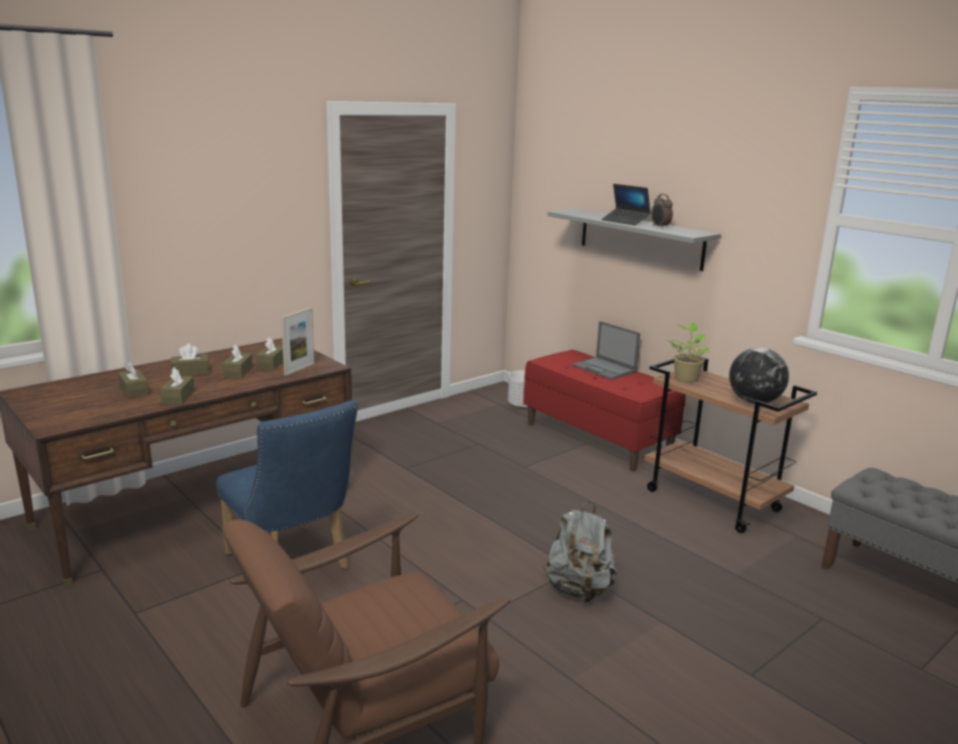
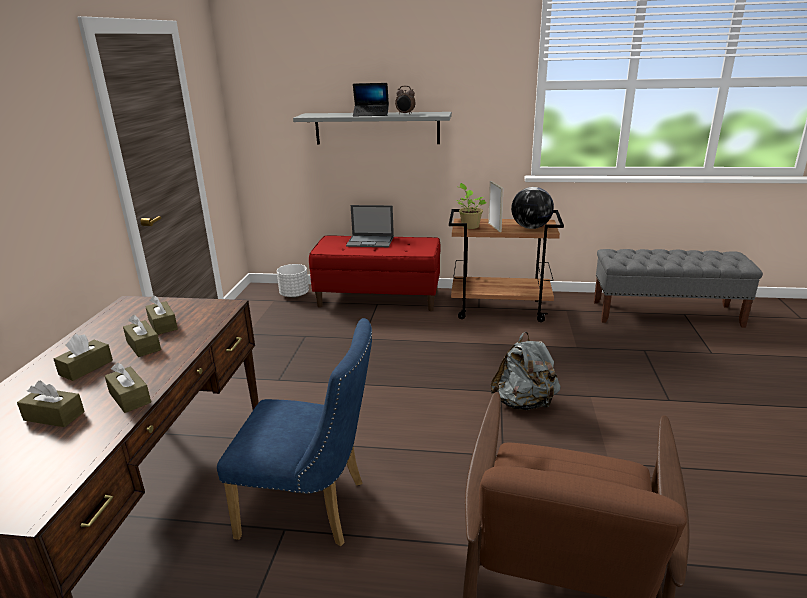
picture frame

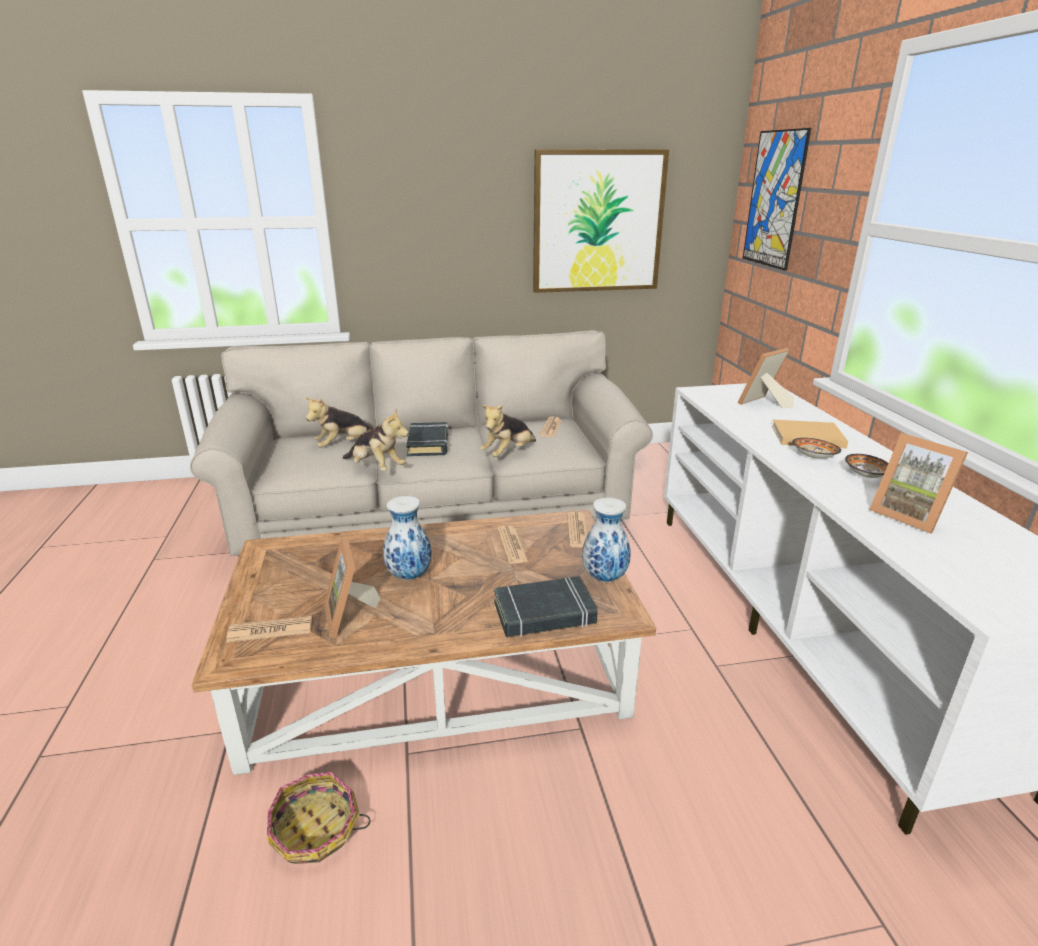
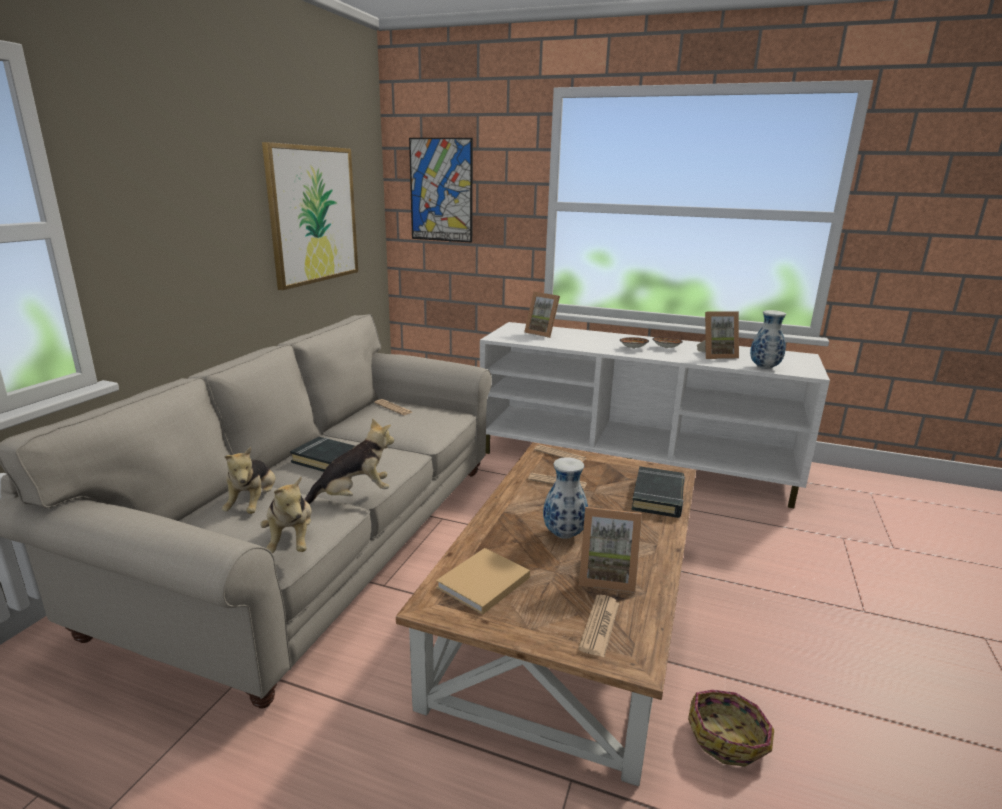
plush toy (no. 2 from left); beige book; picture frame (no. 1 from left); vase (no. 2 from left)

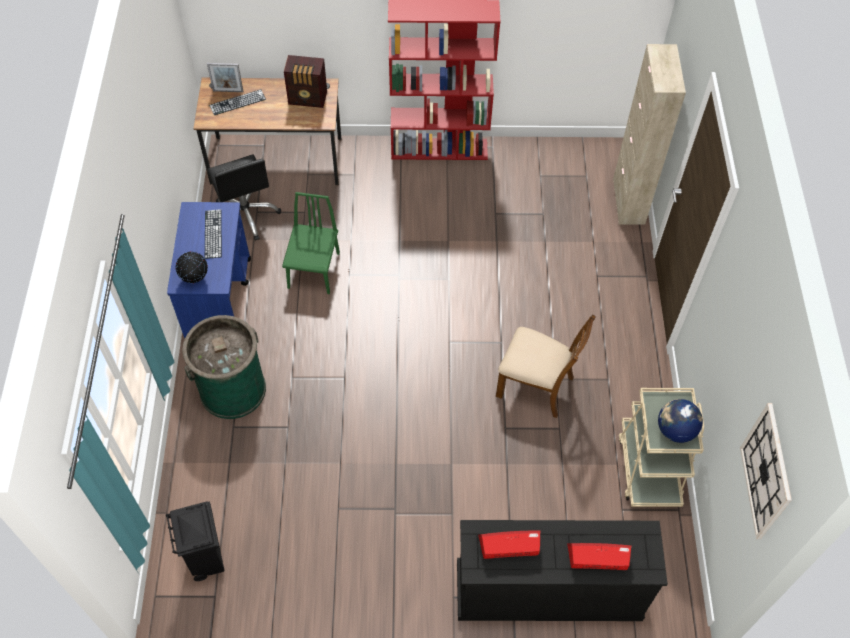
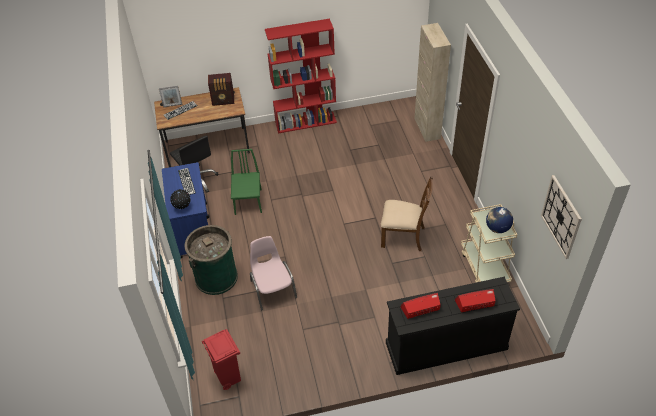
red trash can; pink chair

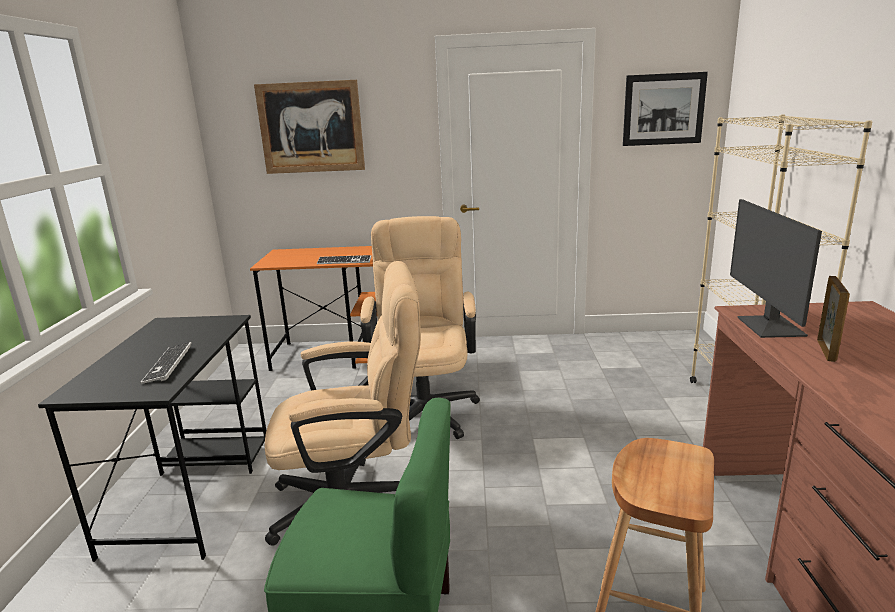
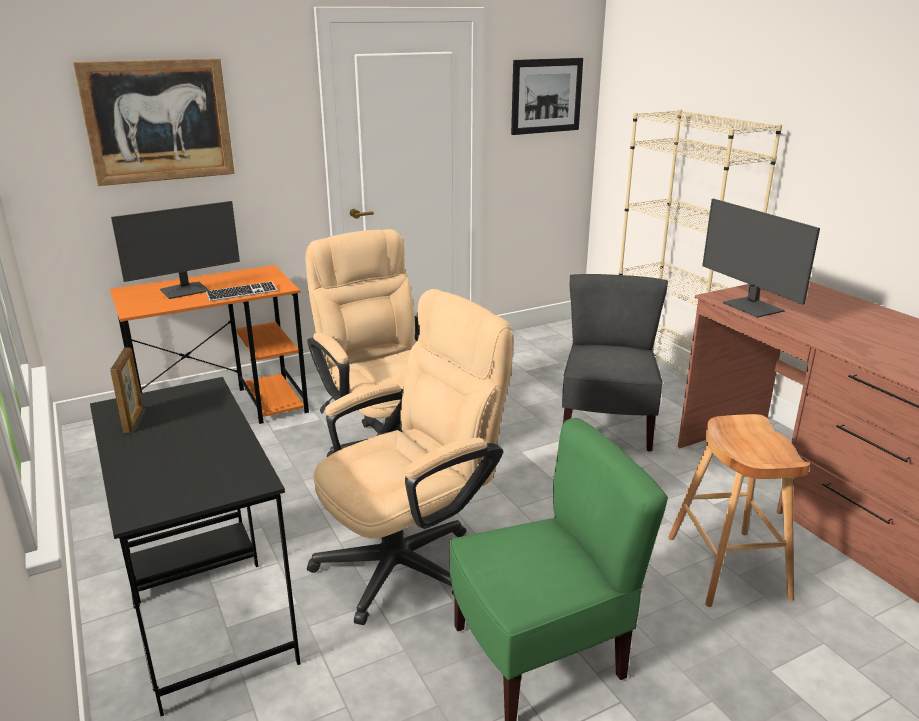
picture frame; monitor (no. 1 from left); grey chair; keyboard (no. 1 from left in the first image)

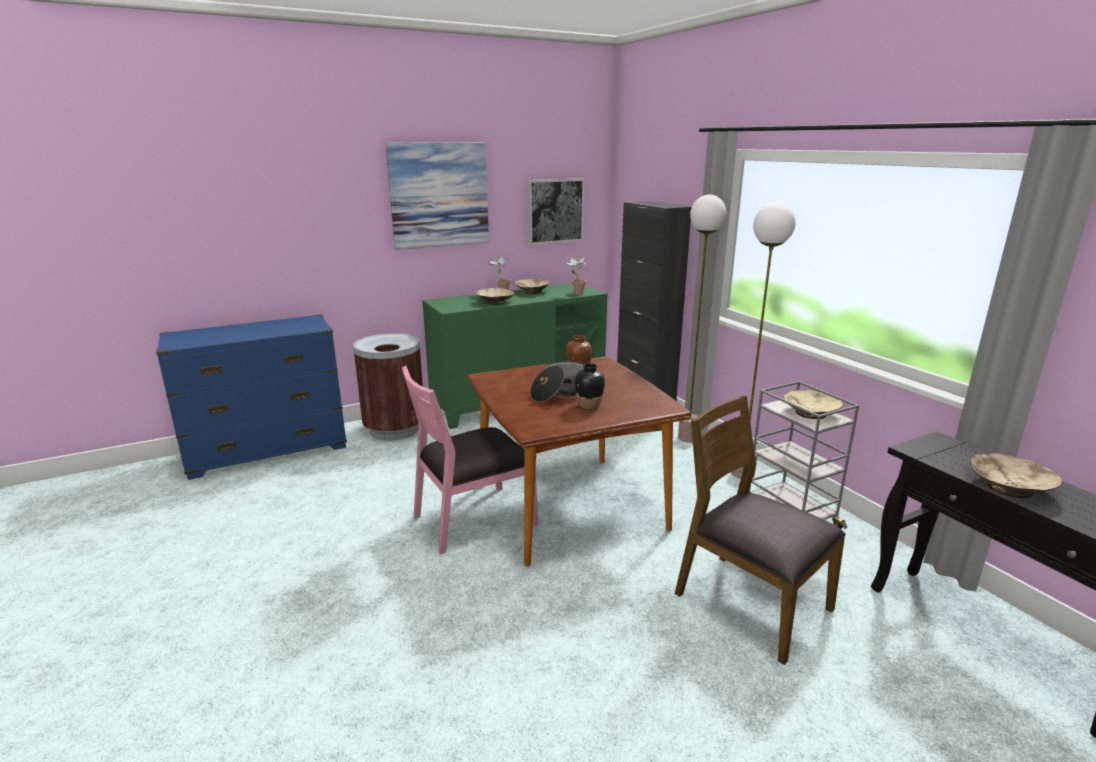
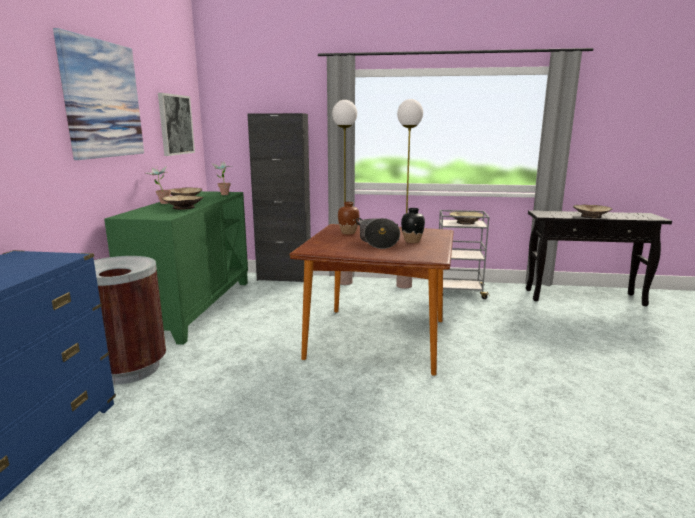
pink chair; brown chair

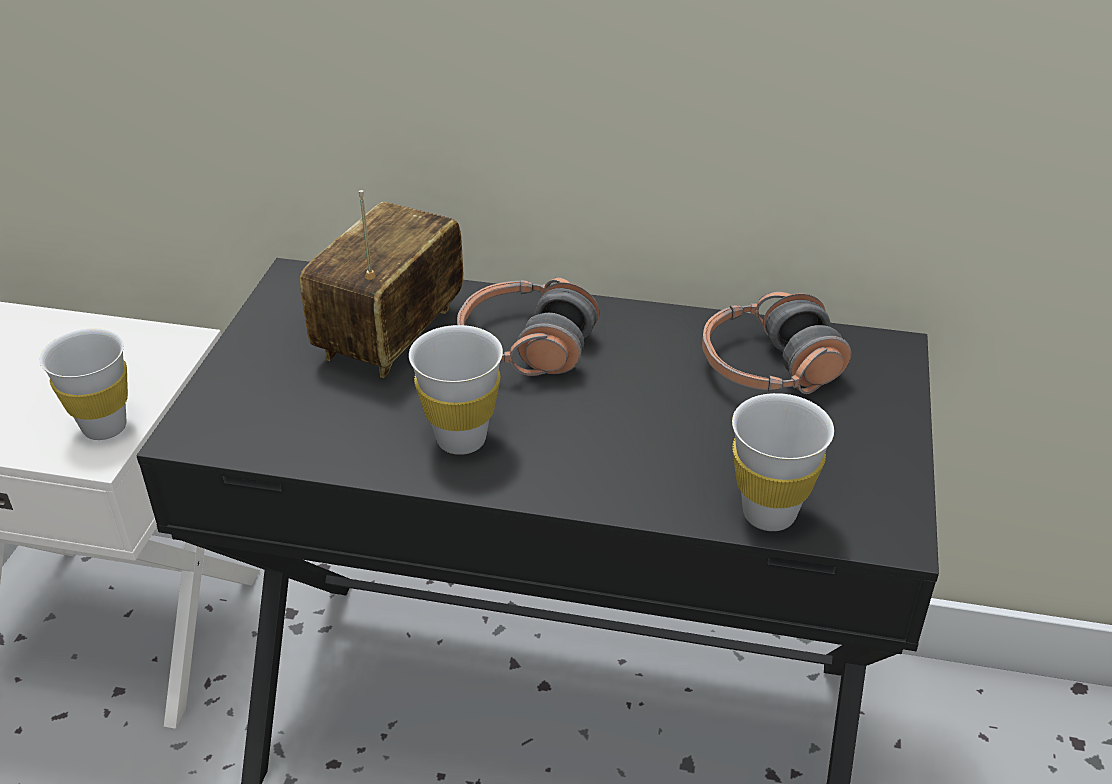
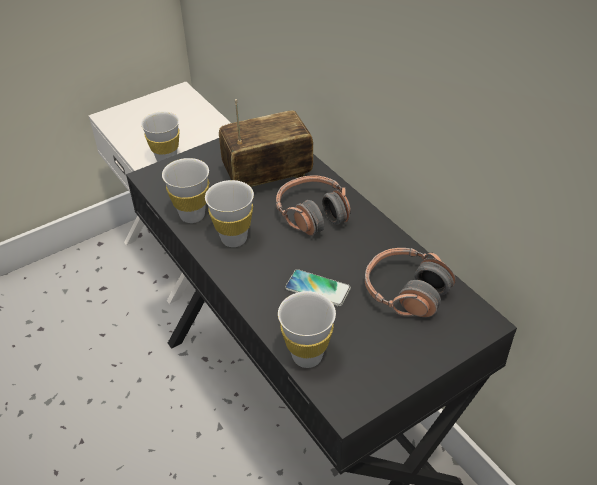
white cup (no. 2 from left); phone

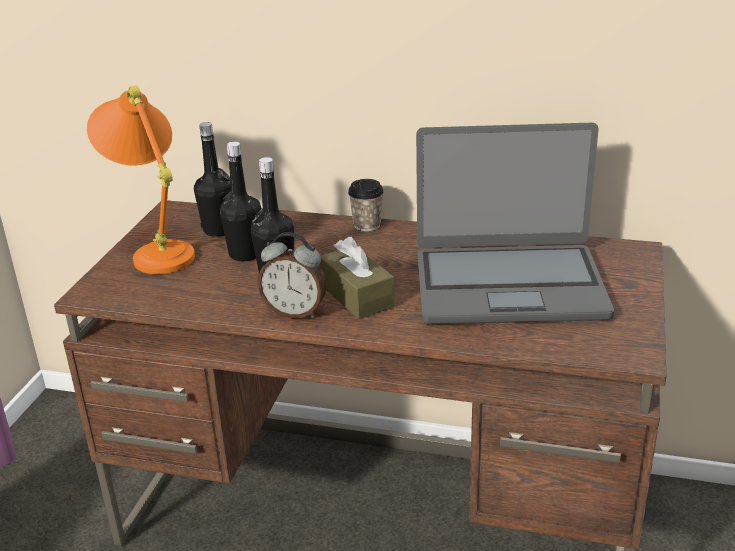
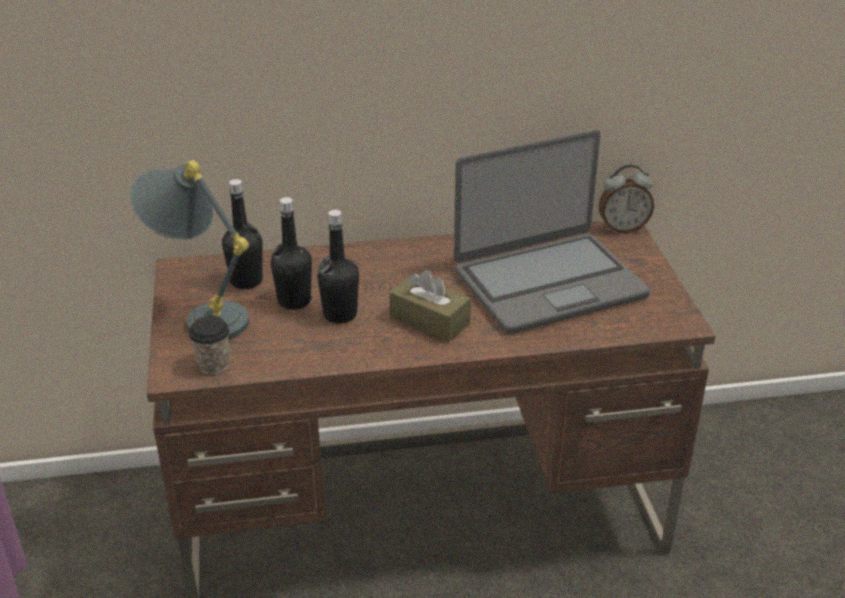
grey table lamp; cup; alarm clock

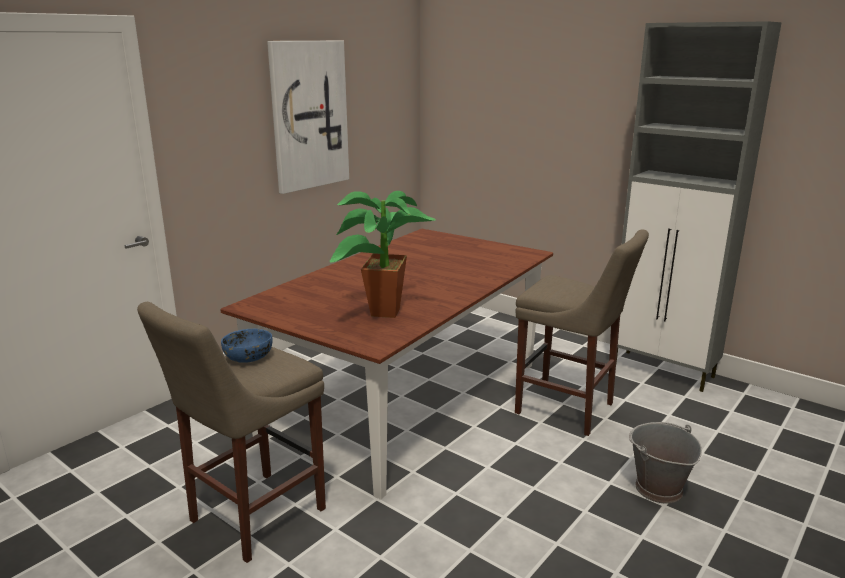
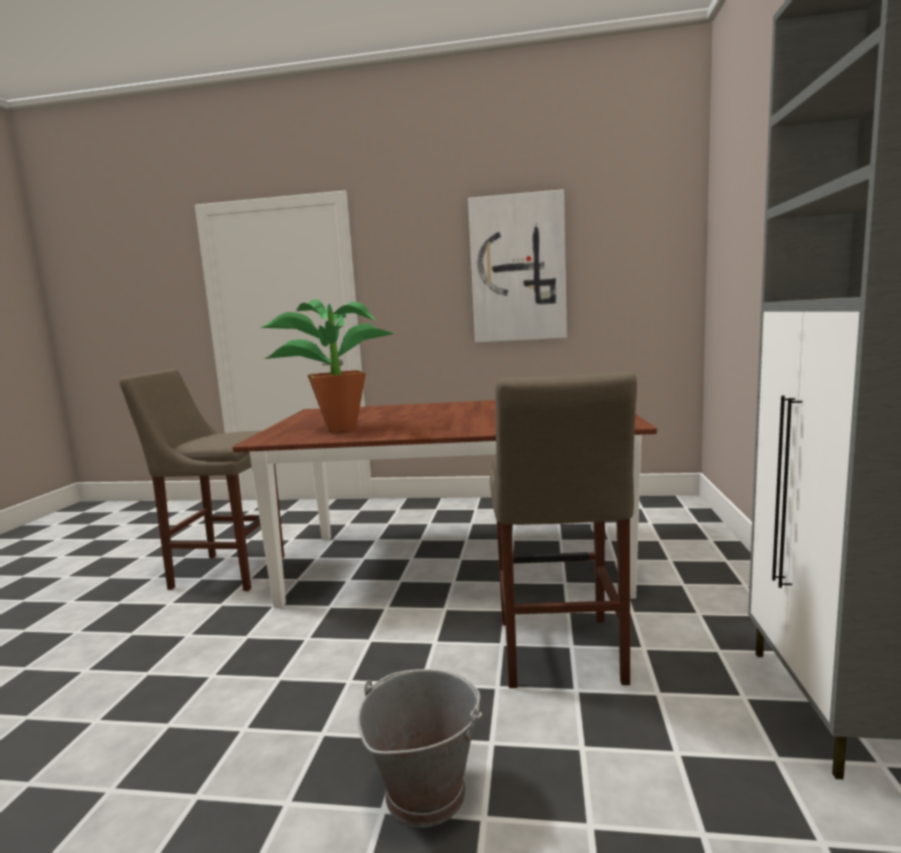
blue bowl

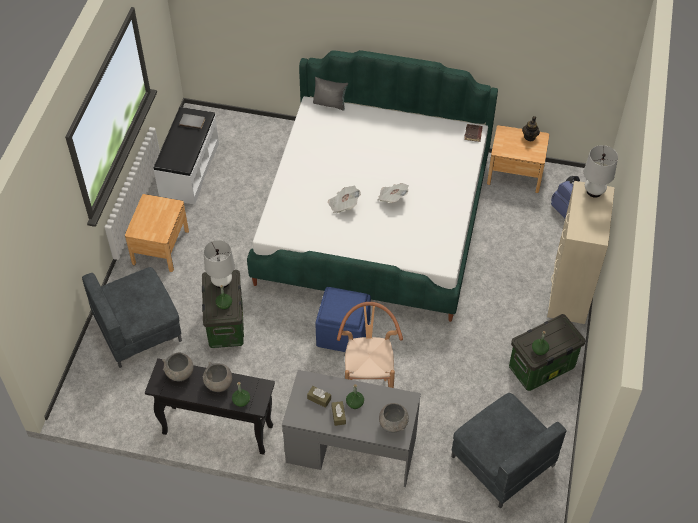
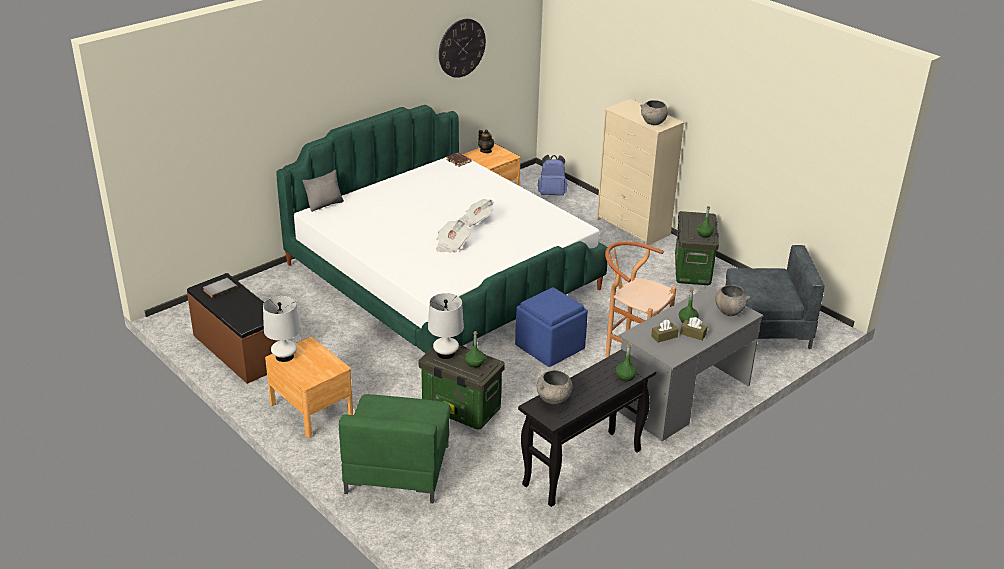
brown bench; white table lamp (no. 1 from left); green armchair; wall clock; grey bowl (no. 2 from left)

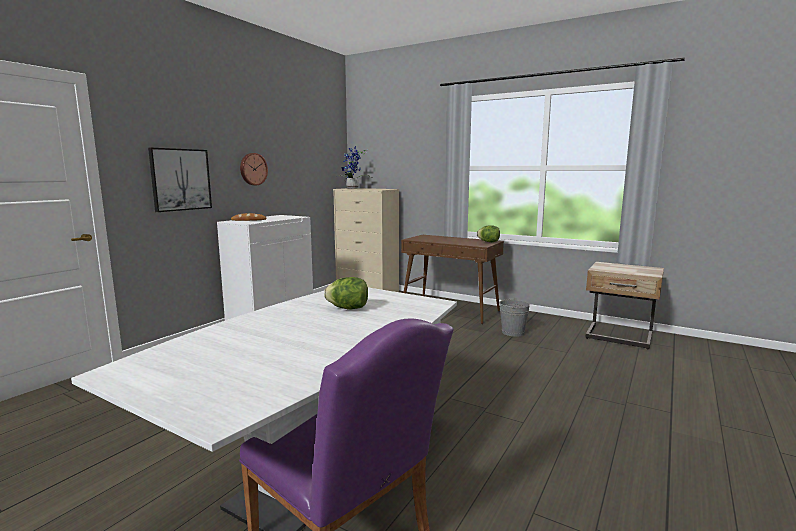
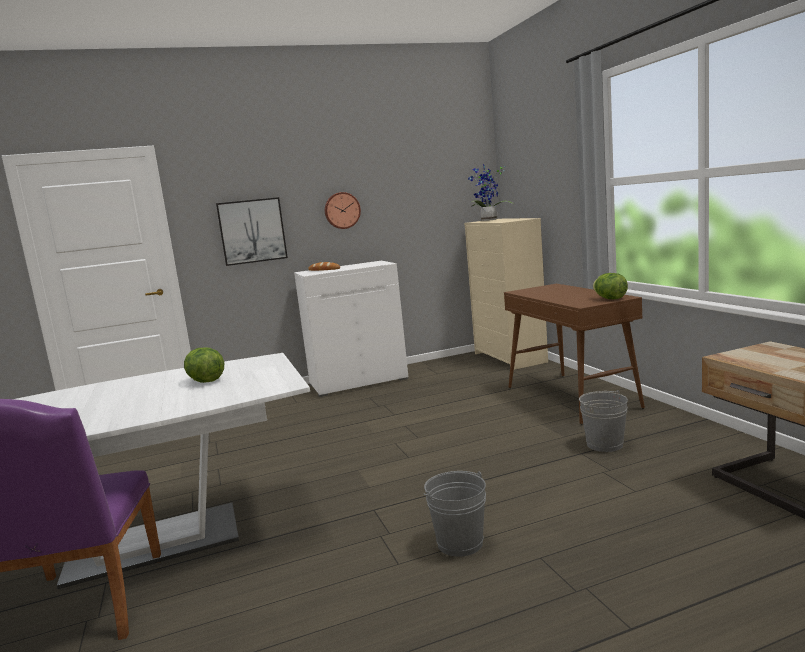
grey bucket (no. 1 from left)

